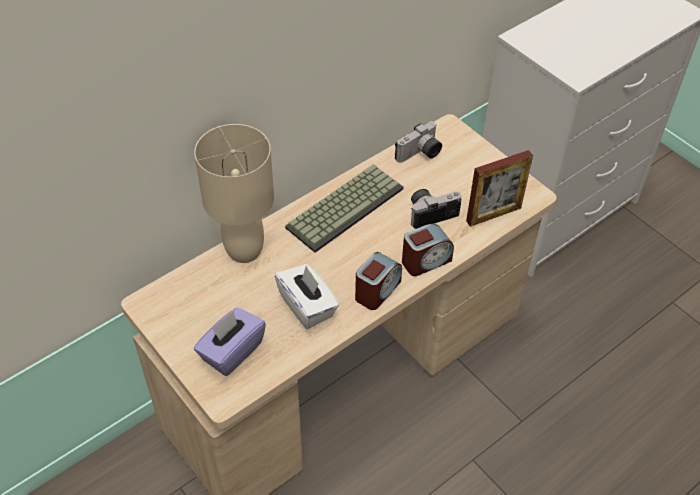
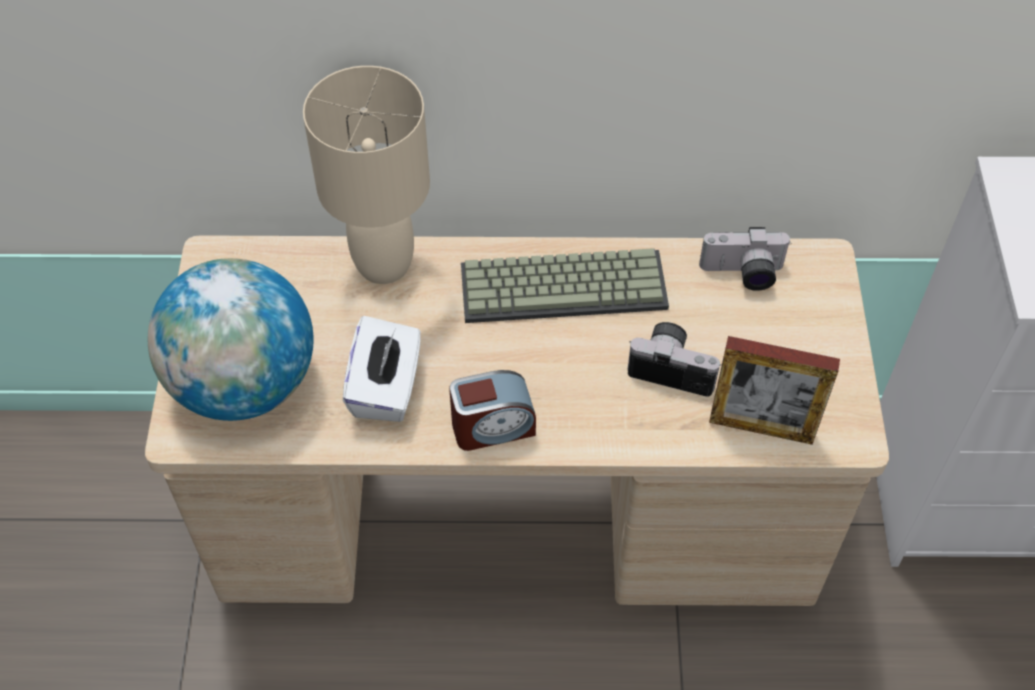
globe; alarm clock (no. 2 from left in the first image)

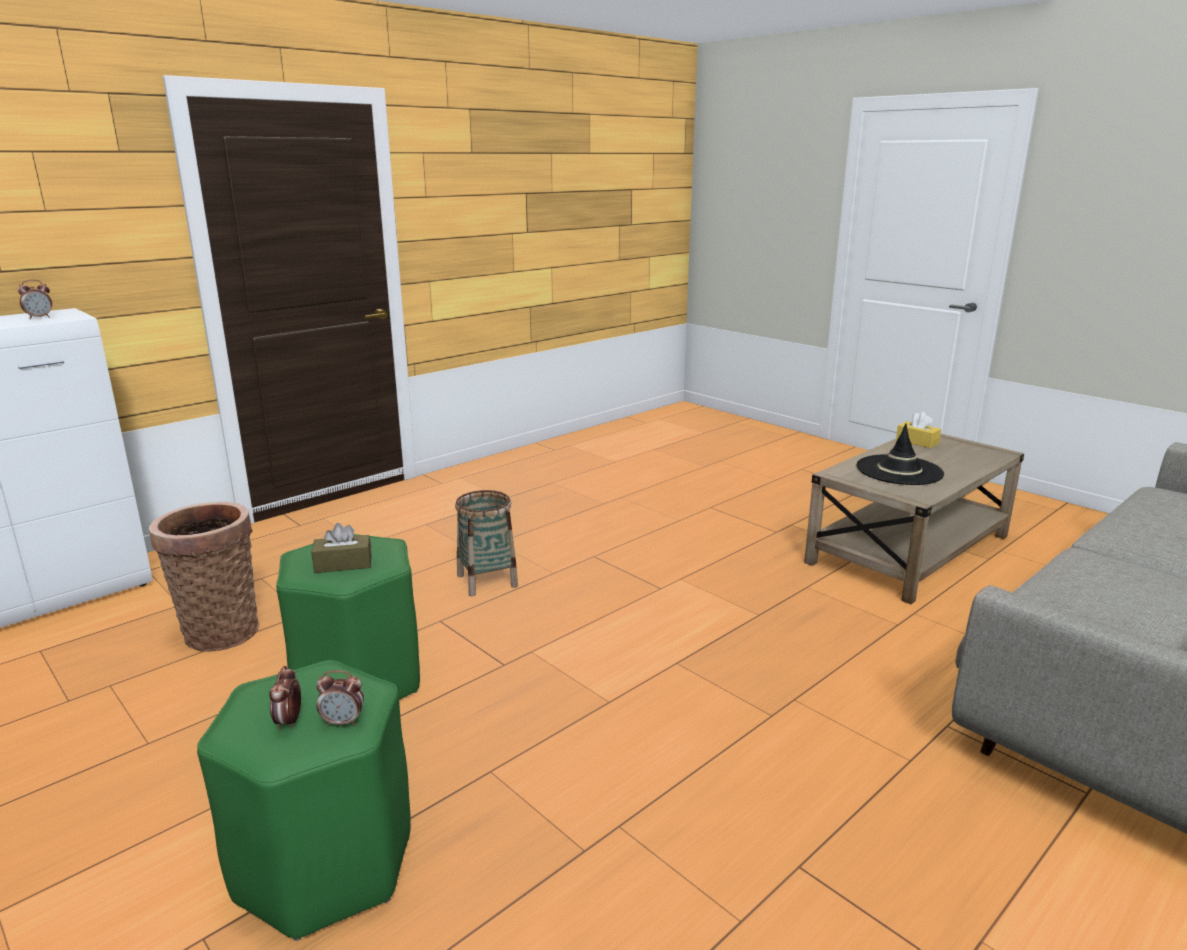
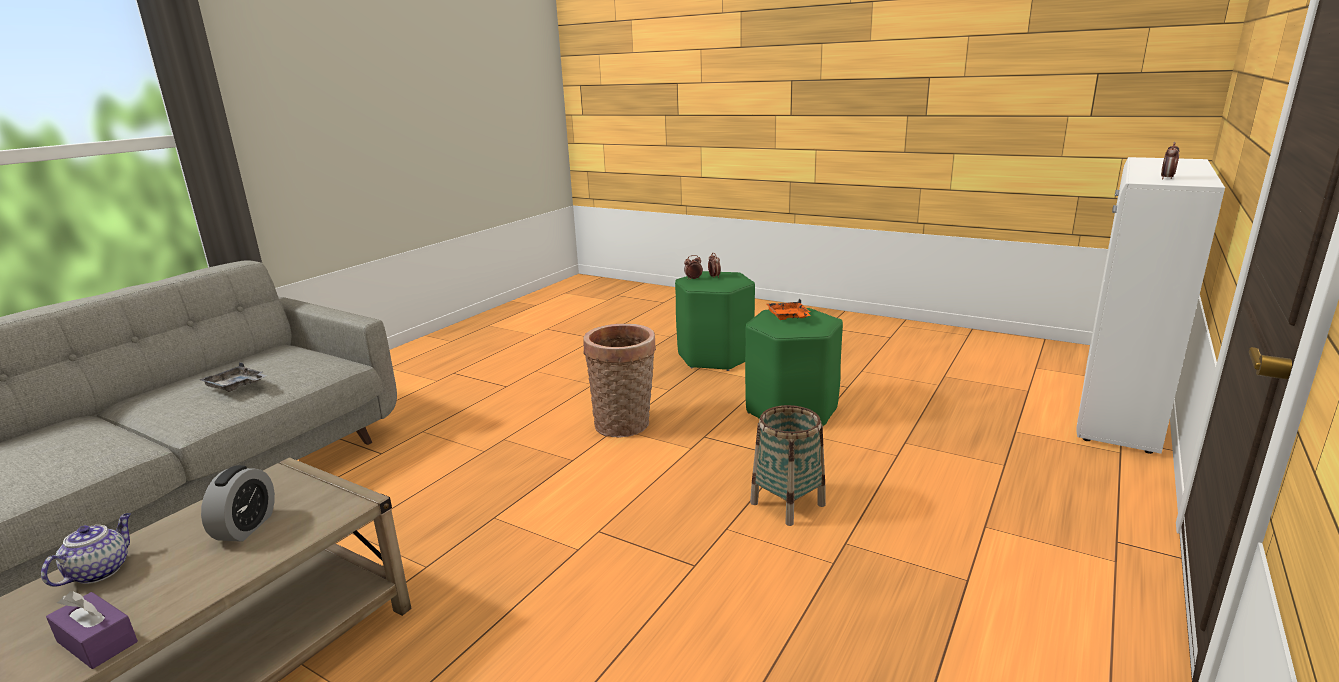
teapot; purple tissue box; grey tray; alarm clock (no. 1 from left); basket (no. 1 from left); orange tray

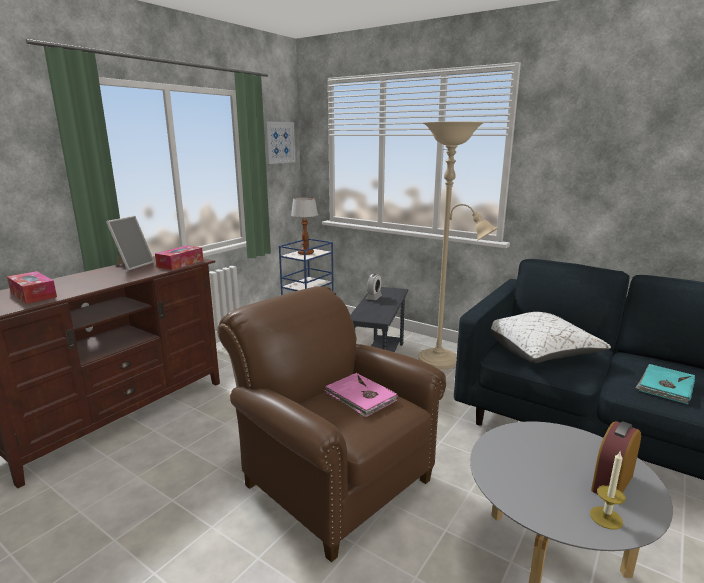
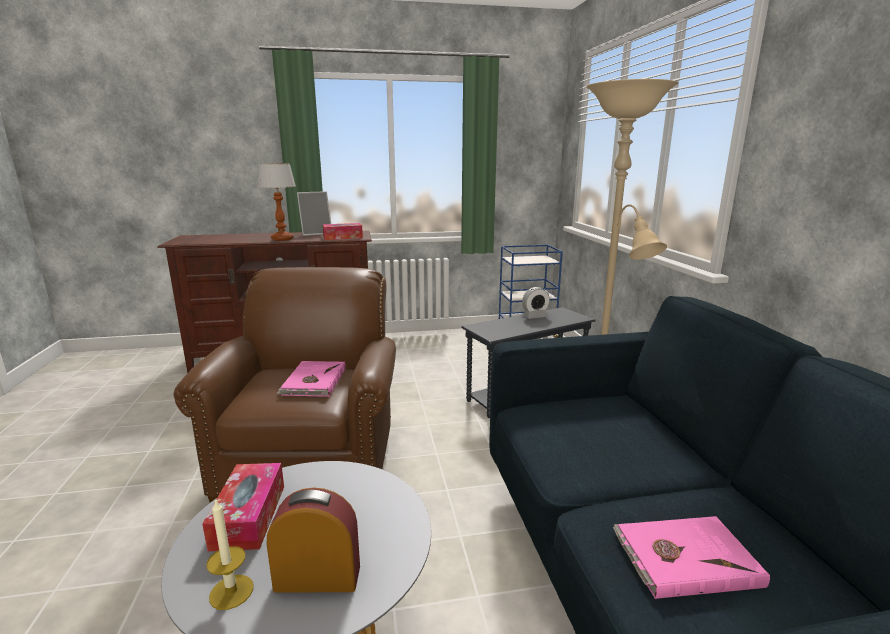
tissue box (no. 1 from left); table lamp; pink book (no. 2 from left); picture; white pillow

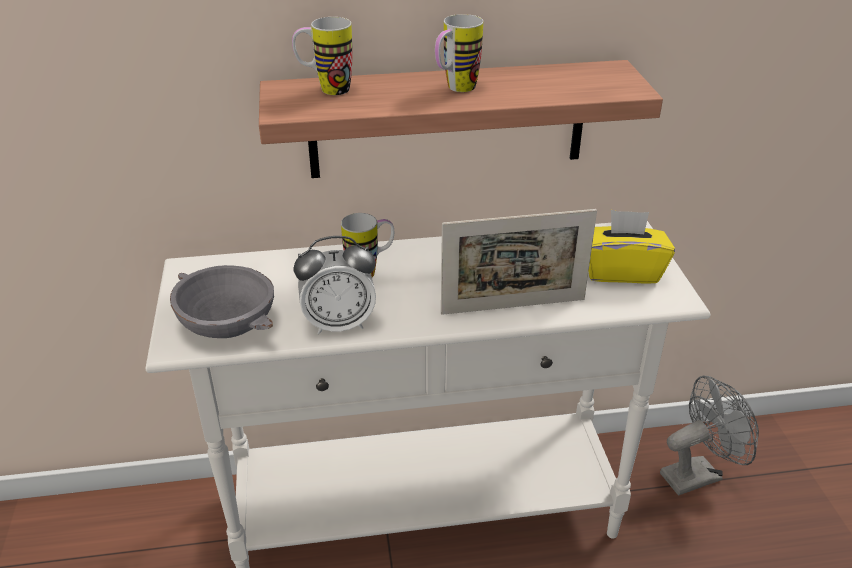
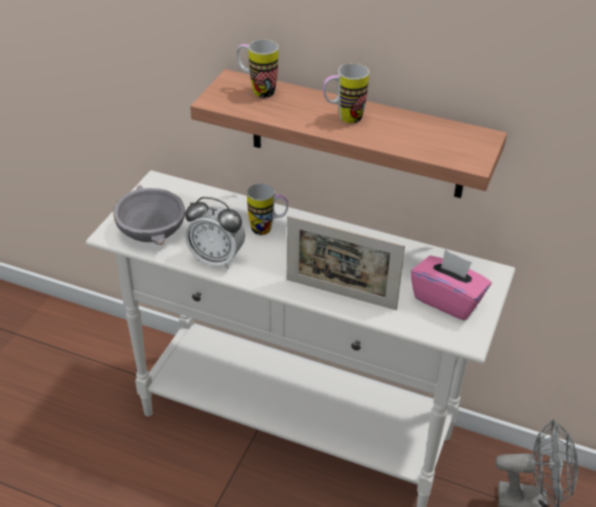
pink tissue box

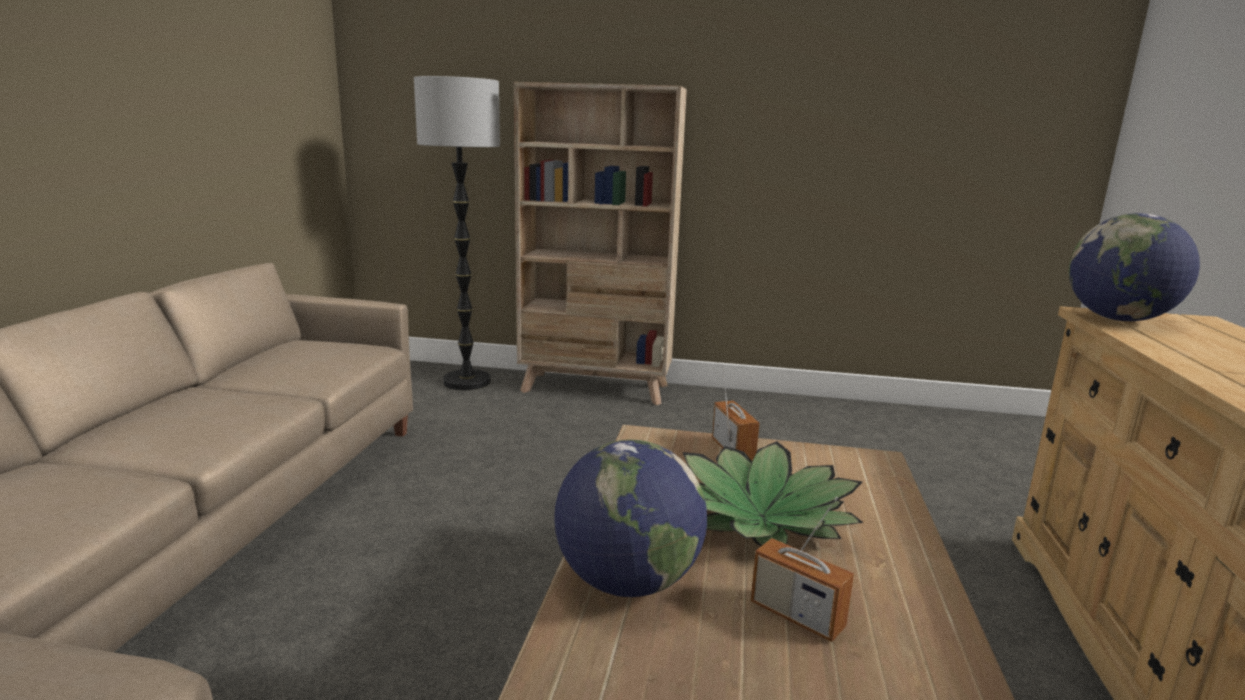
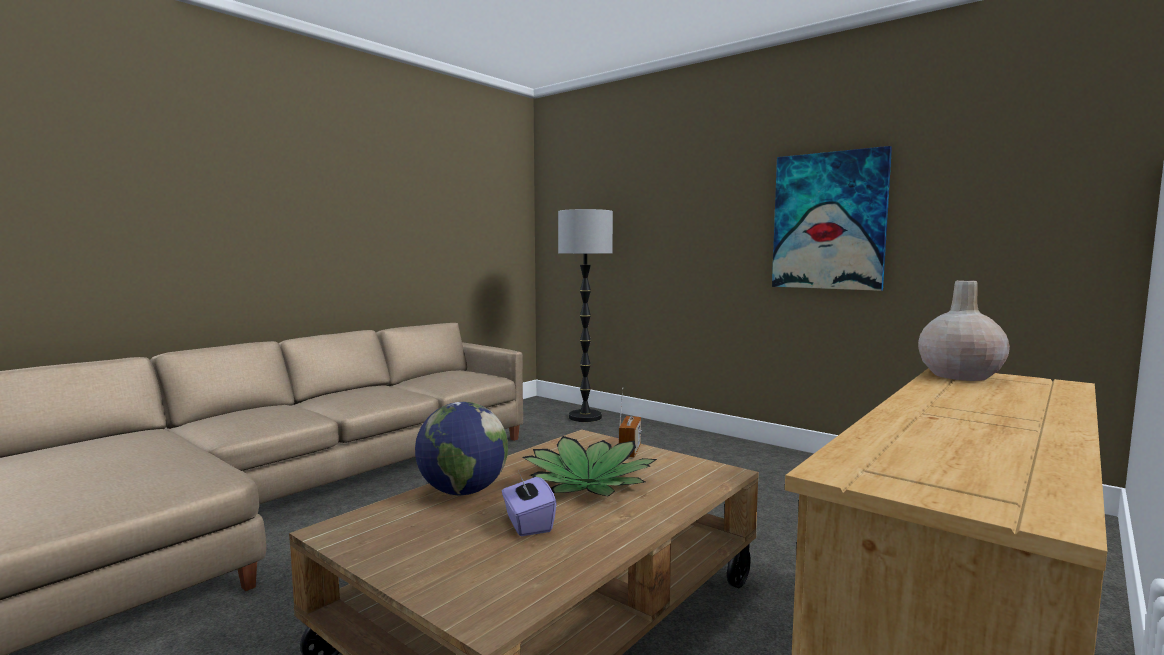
purple tissue box; picture; beige vase; beige bookcase

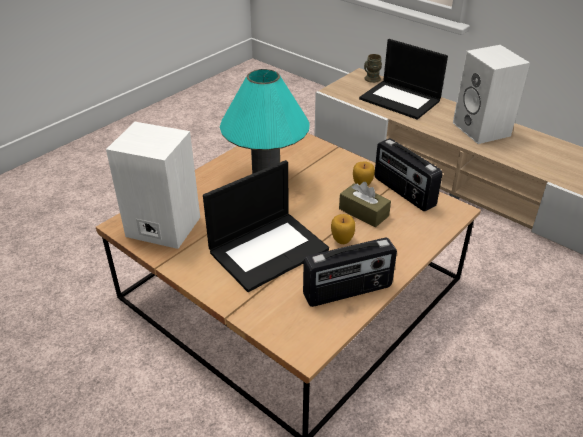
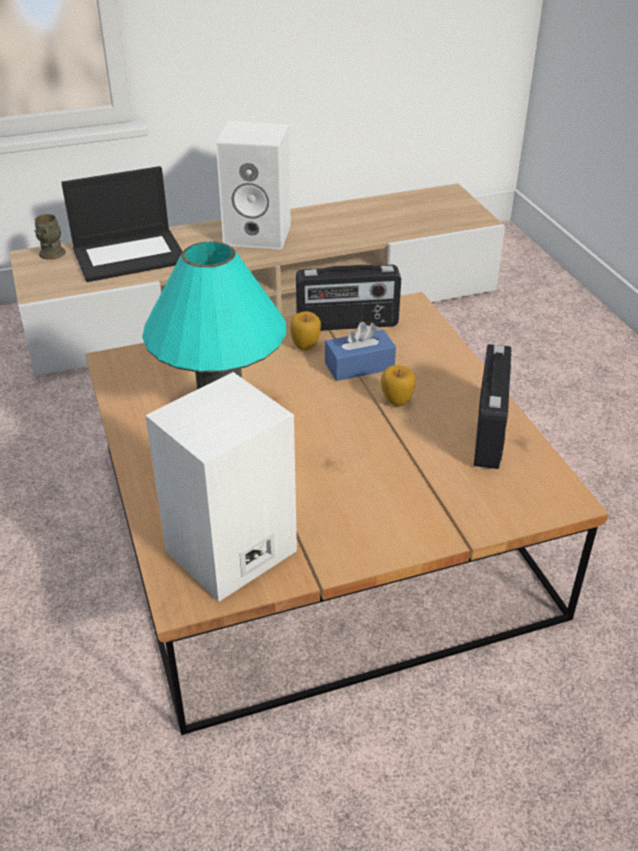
blue tissue box; laptop (no. 1 from left in the first image)

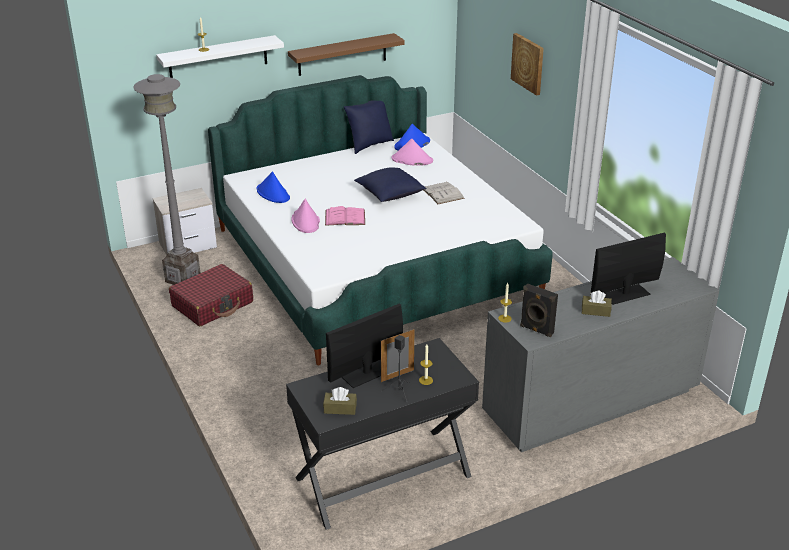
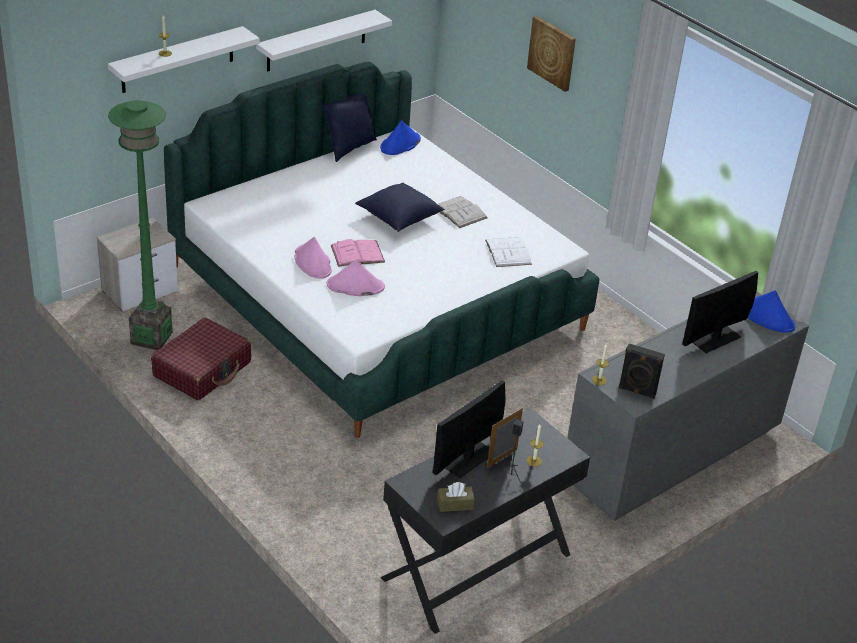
green floor lamp; white shelf (no. 2 from left); pink hat (no. 2 from left); white book (no. 2 from left); blue hat (no. 2 from left); brown tissue box (no. 2 from left in the first image)

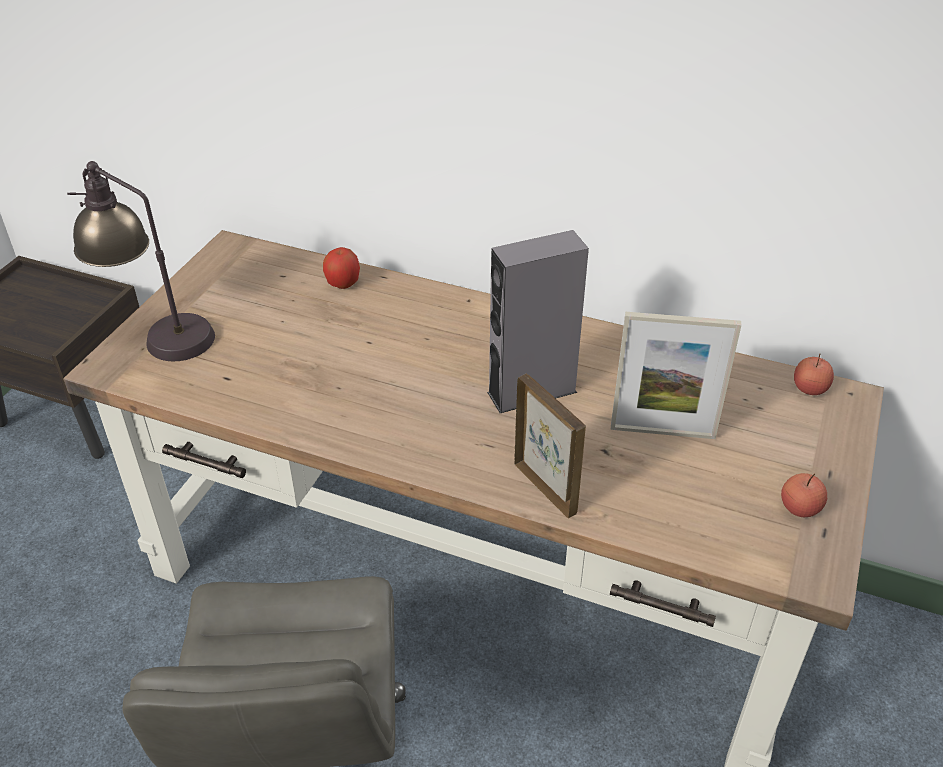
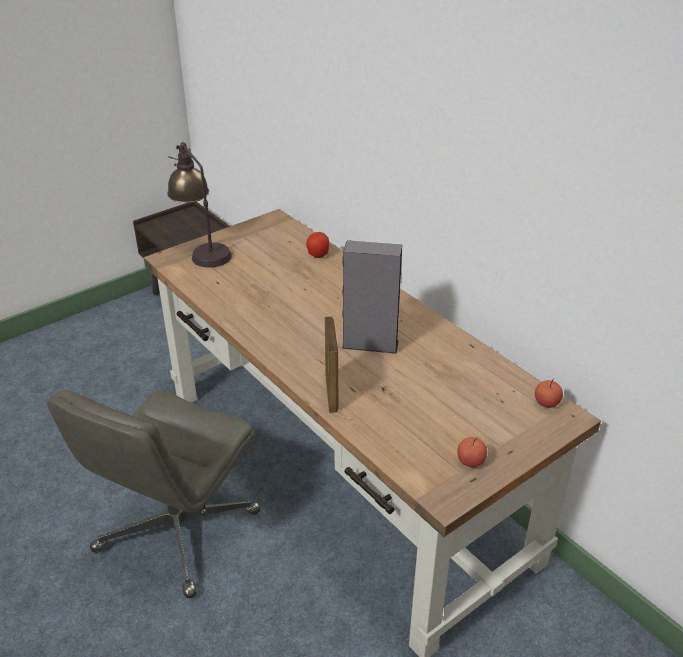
picture frame (no. 2 from left in the first image)

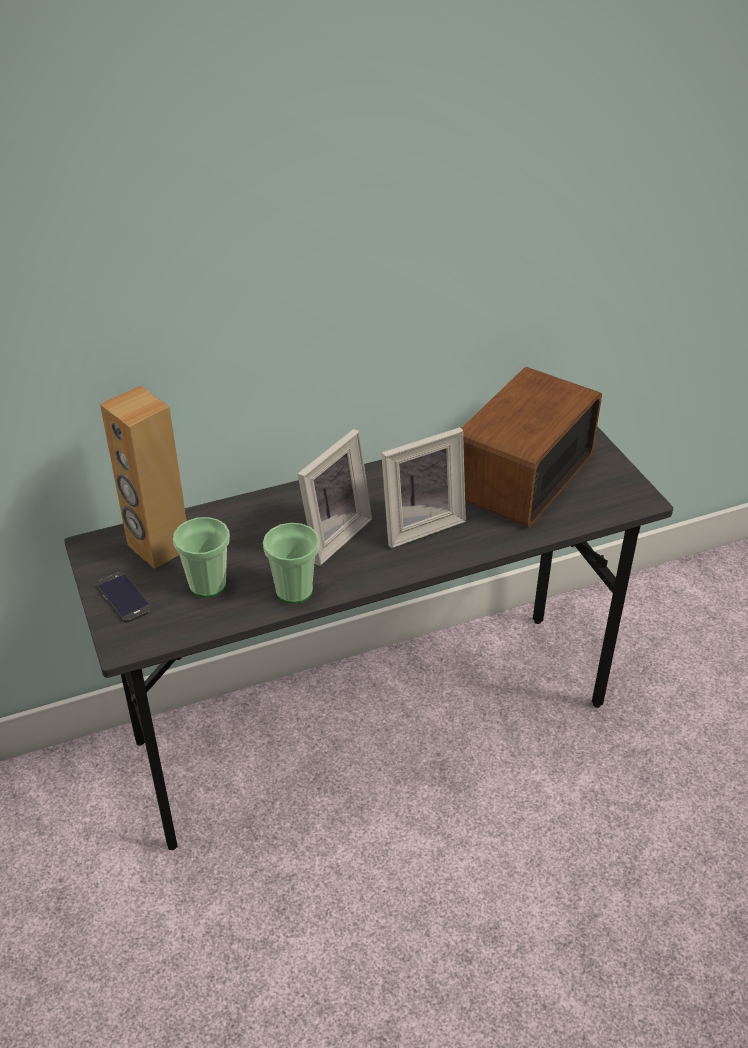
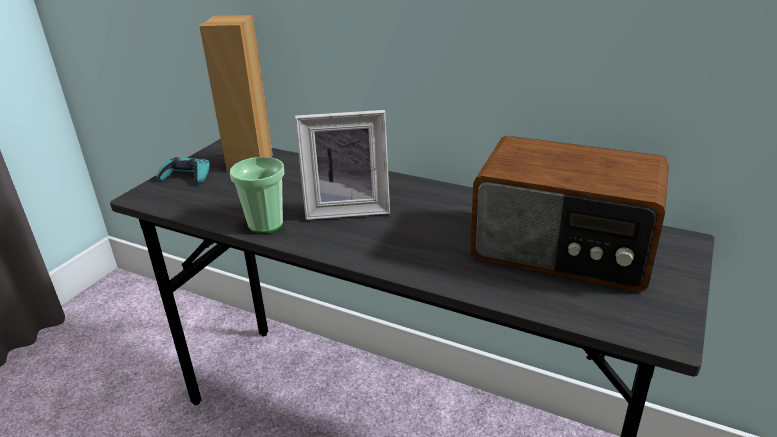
turquoise game controller; radio; cup (no. 1 from left in the first image); picture frame (no. 2 from left in the first image)

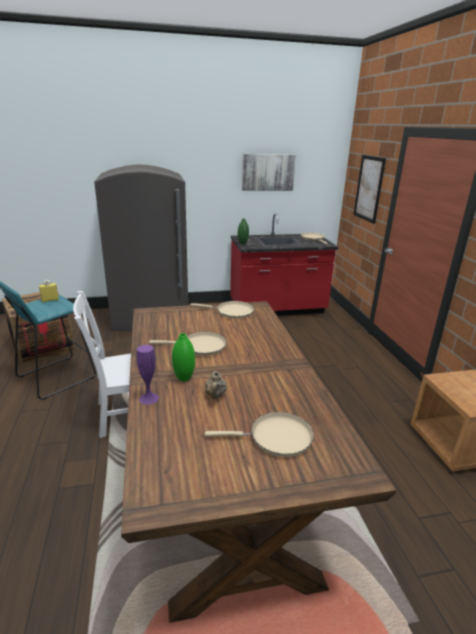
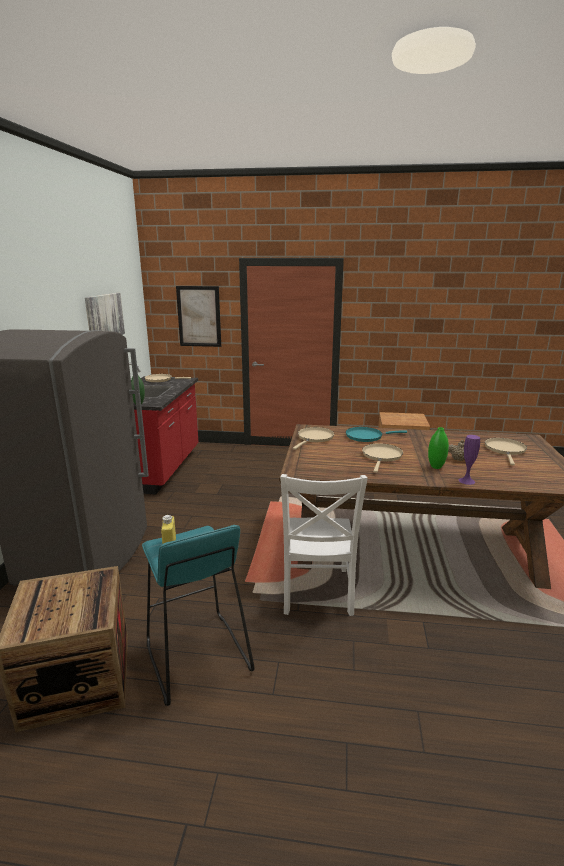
turquoise frying pan

